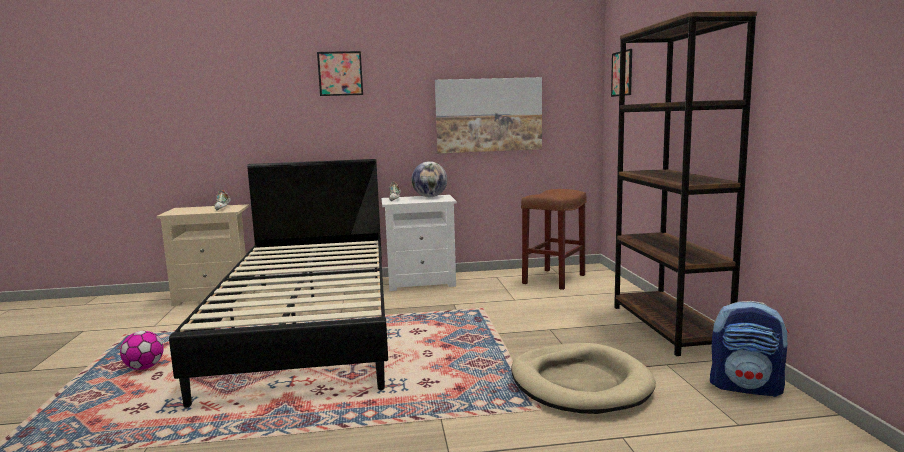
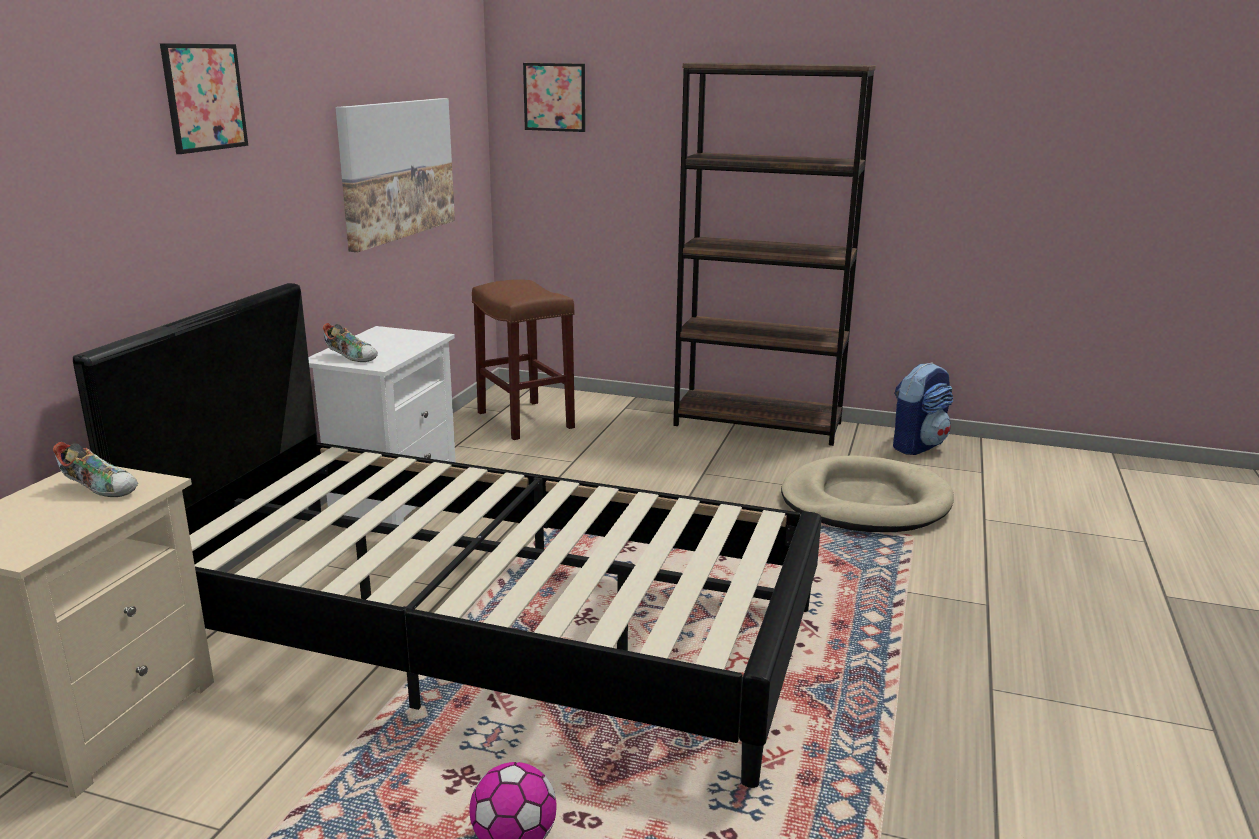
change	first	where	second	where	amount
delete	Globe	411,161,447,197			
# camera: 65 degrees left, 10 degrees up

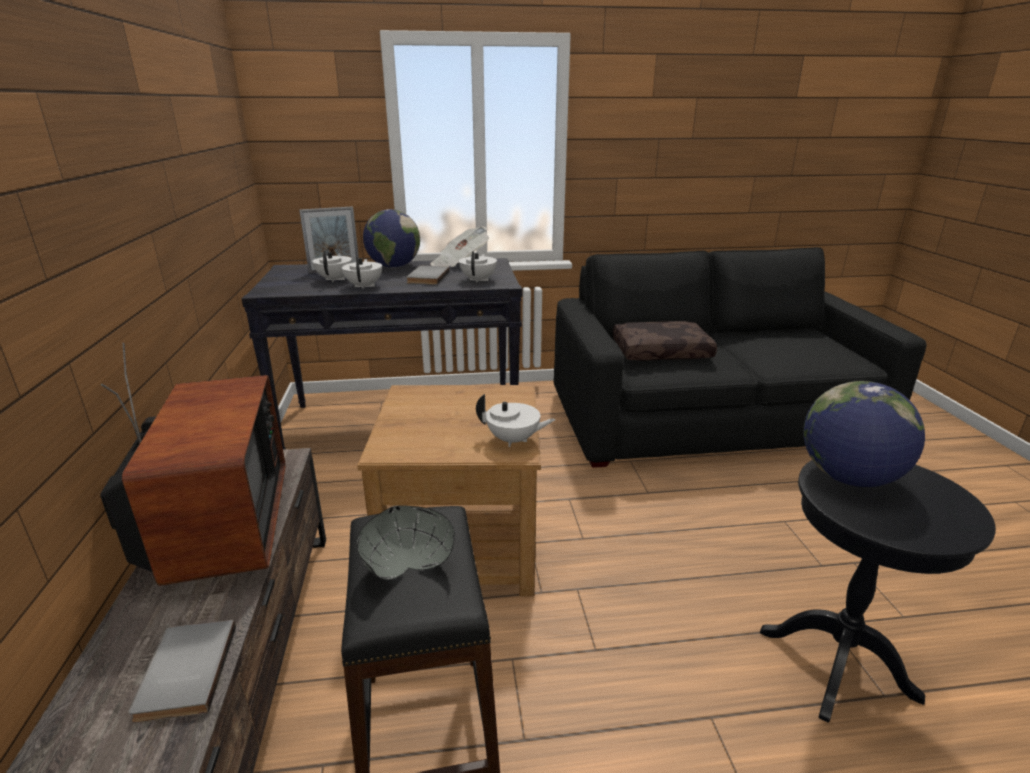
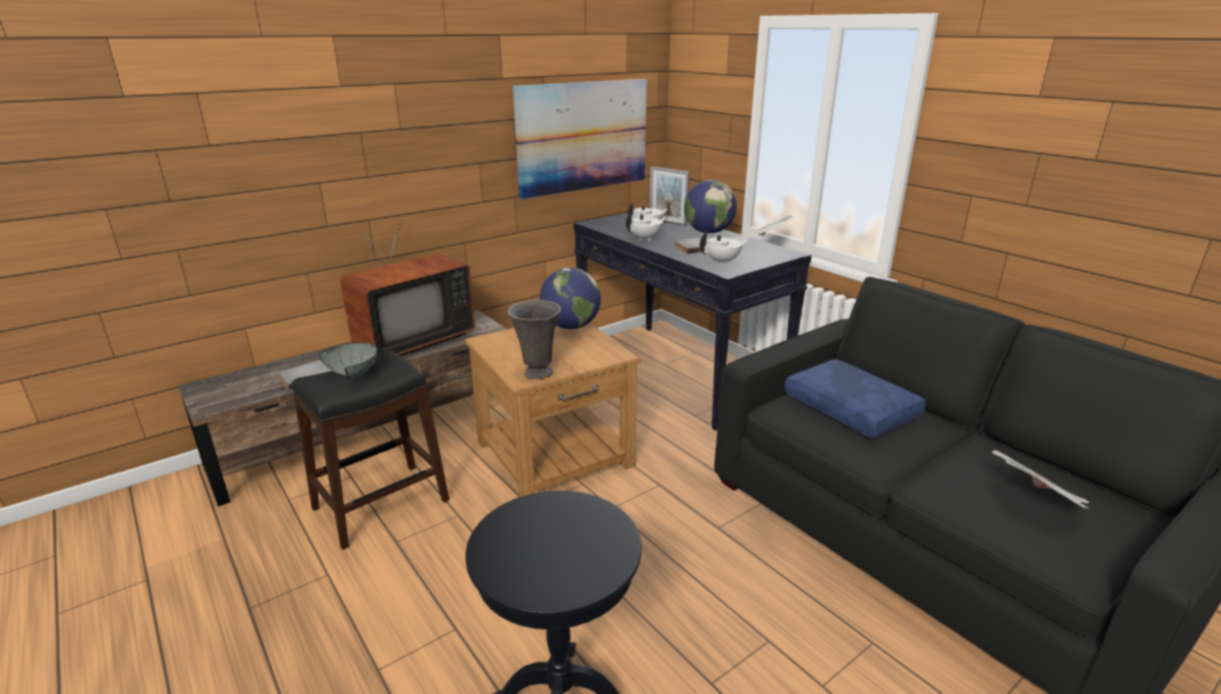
change	first	where	second	where	amount
replace	WhiteTeapot	476,394,555,447	GreyVase	507,300,561,379	
recolor	BrownPillow	613,321,717,361	BluePillow	785,359,925,438	
move	Globe	803,381,925,487		540,267,601,329	
insert			Picture	513,79,647,199	
insert			Newspaper	992,450,1089,509	
# camera: 60 degrees right, 0 degrees up

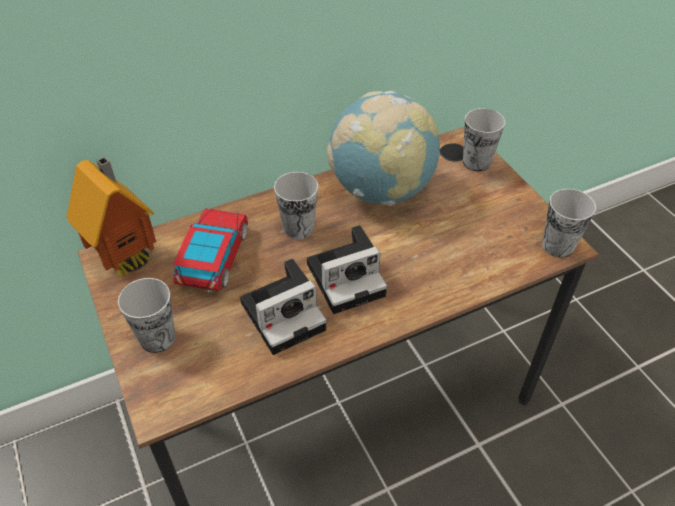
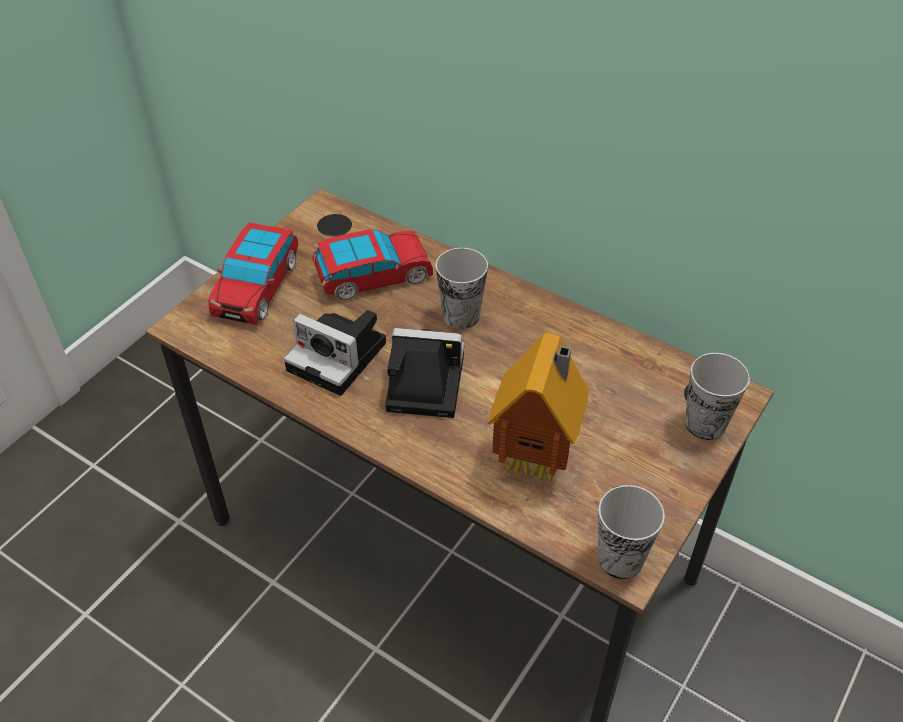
change	first	where	second	where	amount
move	ToyHouse	67,157,156,279		487,333,589,482	
replace	Cup	118,278,175,353	ToyCar	209,223,298,325	
rotate	PhotoCamera	307,225,387,314		385,328,464,418	150 degrees clockwise
delete	Globe	327,91,440,206			
# camera: 60 degrees right, 0 degrees up

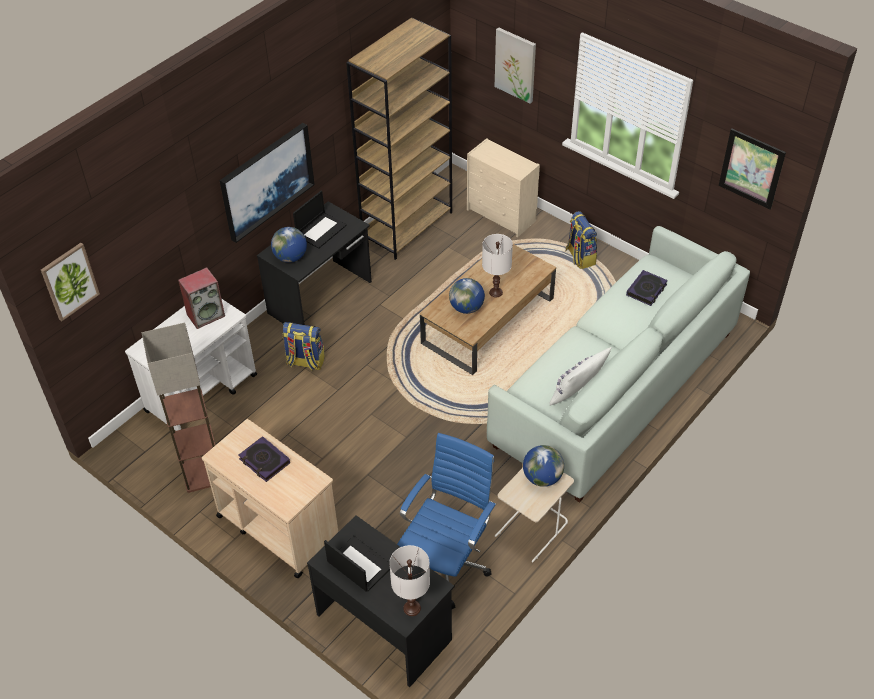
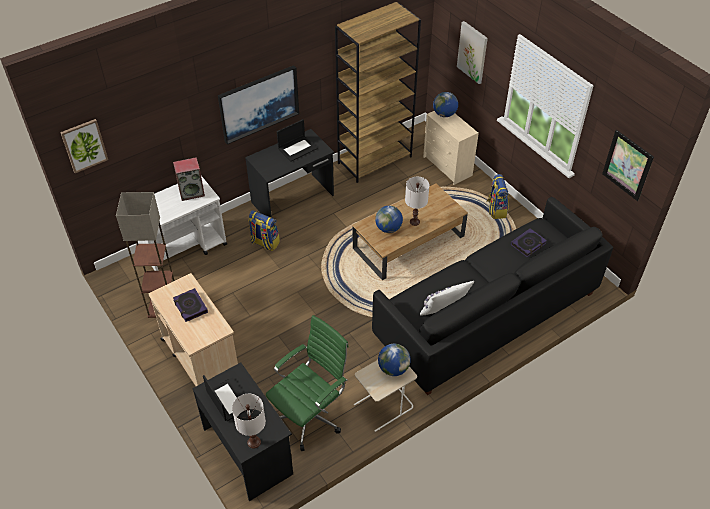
change	first	where	second	where	amount
move	Globe	271,227,307,263		433,92,458,117	
recolor	BlueOfficeChair	397,433,497,609	GreenOfficeChair	266,315,349,451	
recolor	WhiteSofa	487,226,750,503	BlackSofa	372,197,613,395	
# camera: 15 degrees right, 0 degrees up

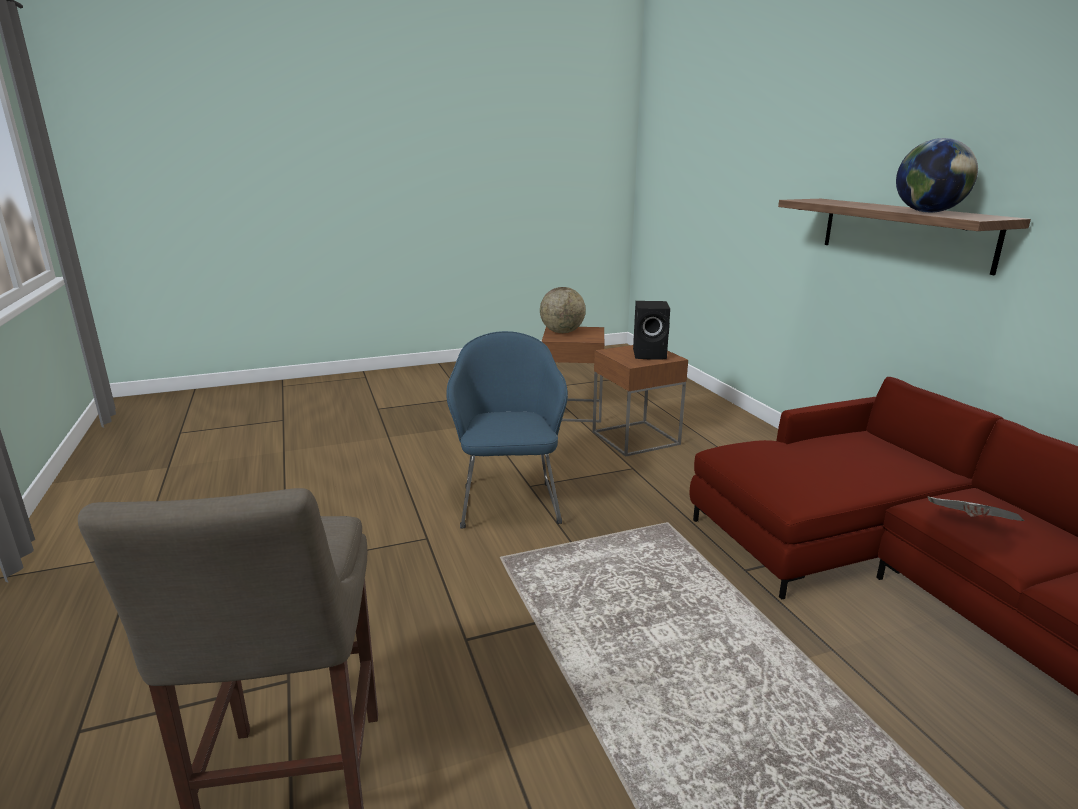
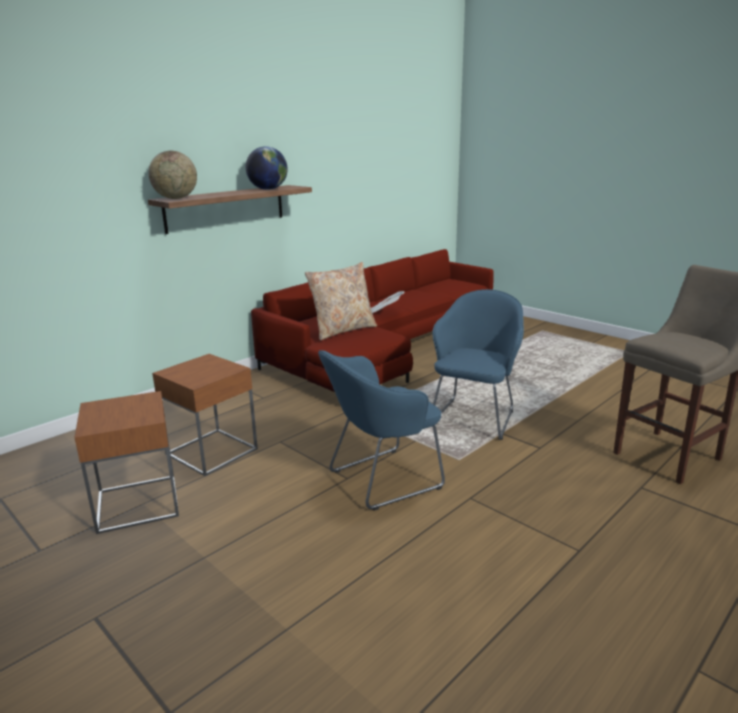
change	first	where	second	where	amount
move	Globe	540,287,586,333		148,151,197,199	
delete	BlackSpeaker	633,301,670,360			
insert			BeigePillow	305,262,377,340	
insert			BlueArmchair	432,289,524,440	
# camera: 115 degrees left, 0 degrees up

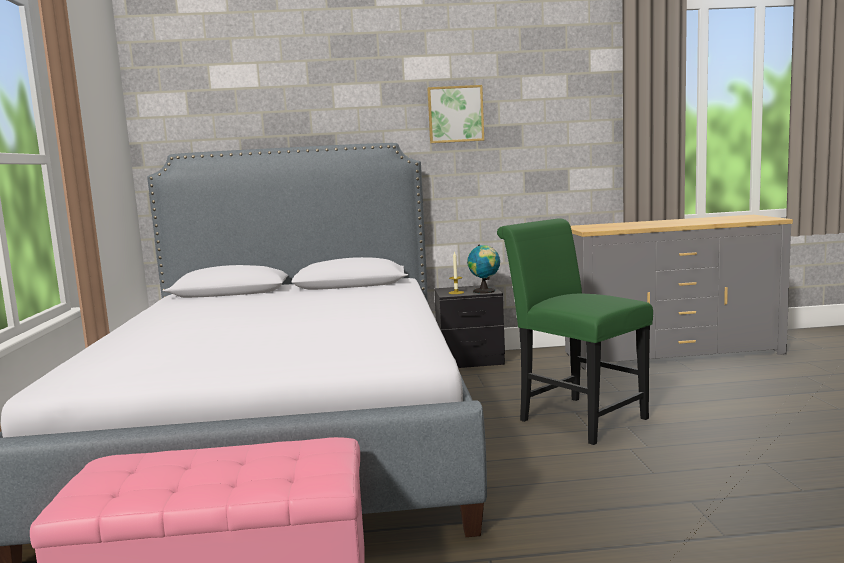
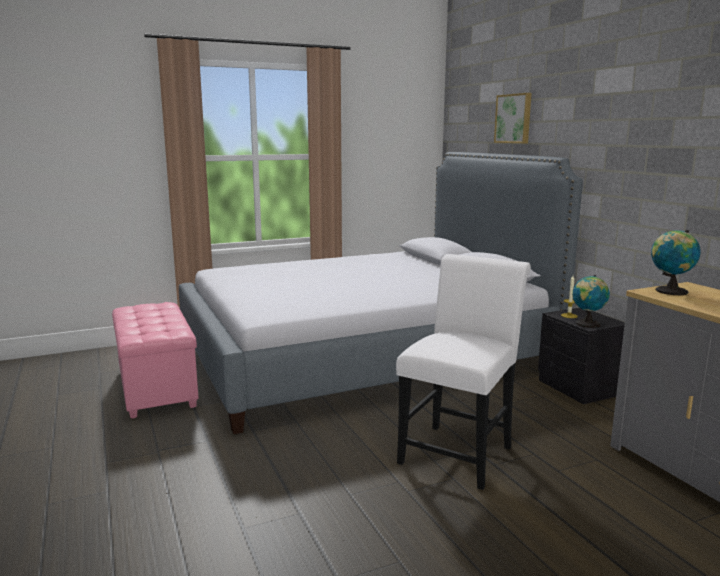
change	first	where	second	where	amount
move	Picture	427,85,484,143		494,93,532,143	
recolor	GreenChair	497,218,653,445	WhiteChair	396,254,531,490	
insert			Globe	651,230,701,295	
# camera: 70 degrees right, 5 degrees up

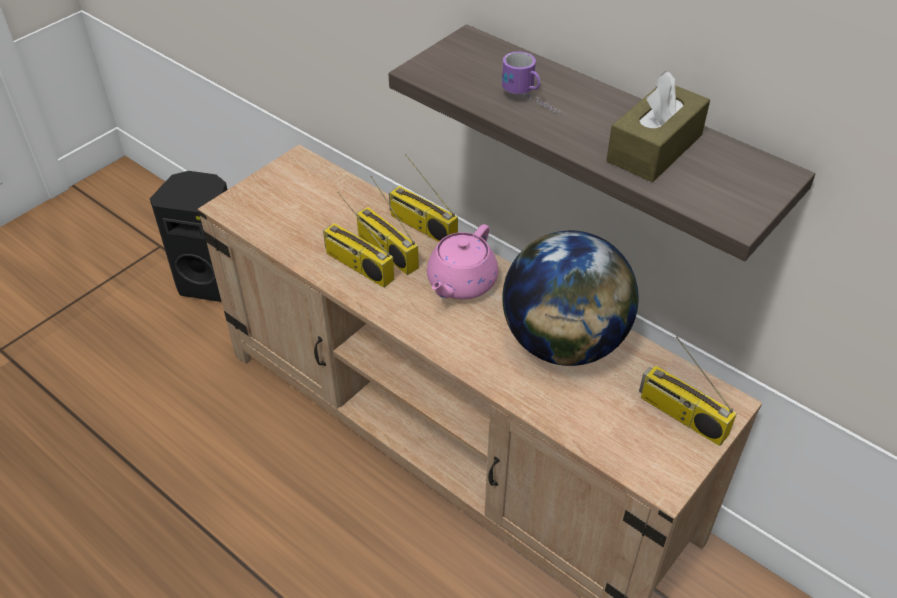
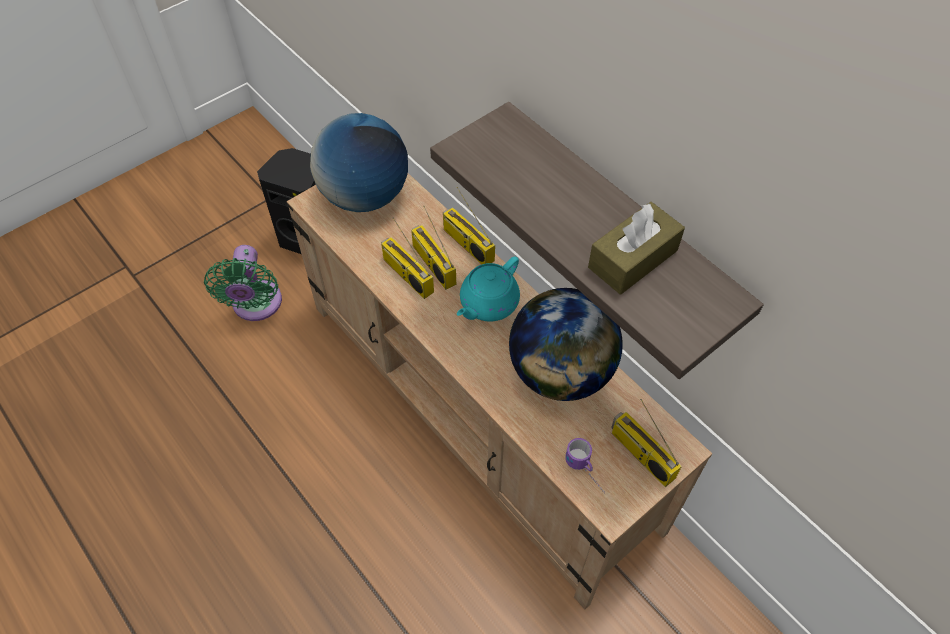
change	first	where	second	where	amount
recolor	PinkTeapot	427,224,498,299	TurquoiseTeapot	457,256,520,322	
move	Mug	502,51,561,115		565,438,605,493	
insert			GreenFan	204,245,282,321	
insert			Globe	310,113,408,212	
# camera: 10 degrees right, 10 degrees up

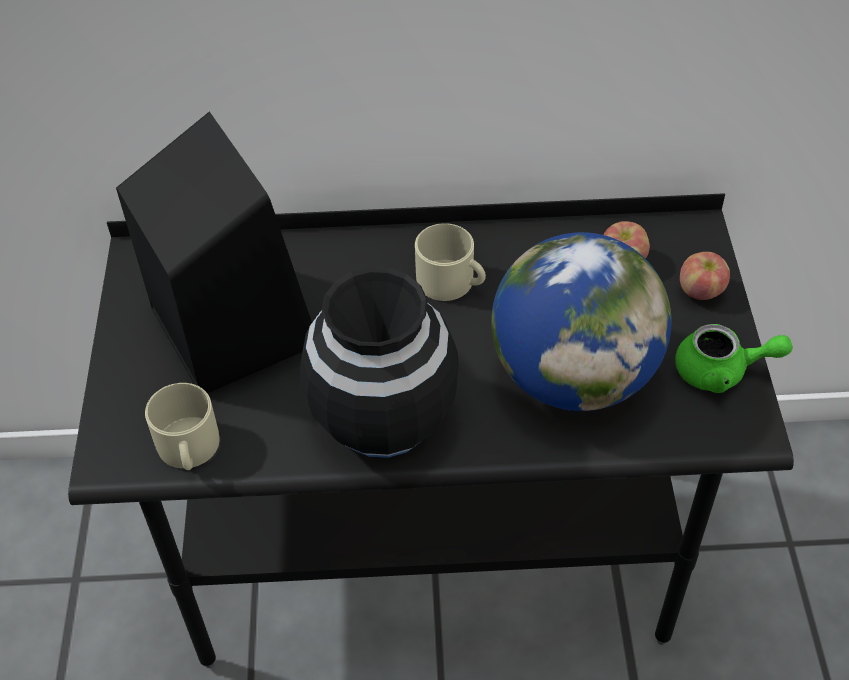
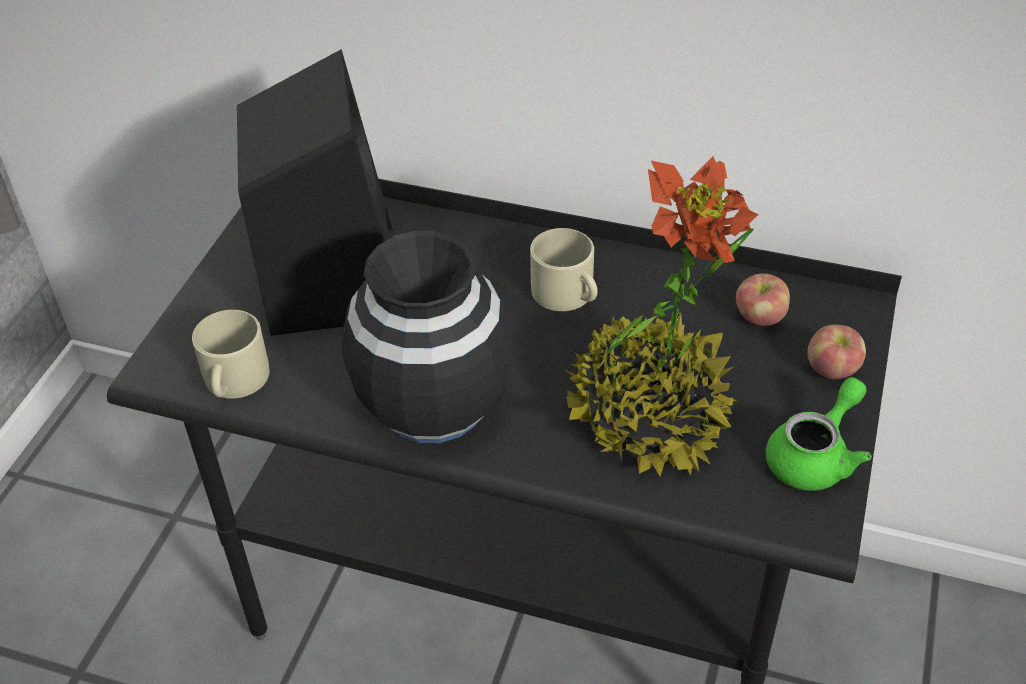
change	first	where	second	where	amount
replace	Globe	491,232,672,411	PottedPlant	564,156,758,476	
rotate	GreenTeapot	675,324,793,393		766,377,872,491	75 degrees counterclockwise
# camera: 20 degrees right, 5 degrees down

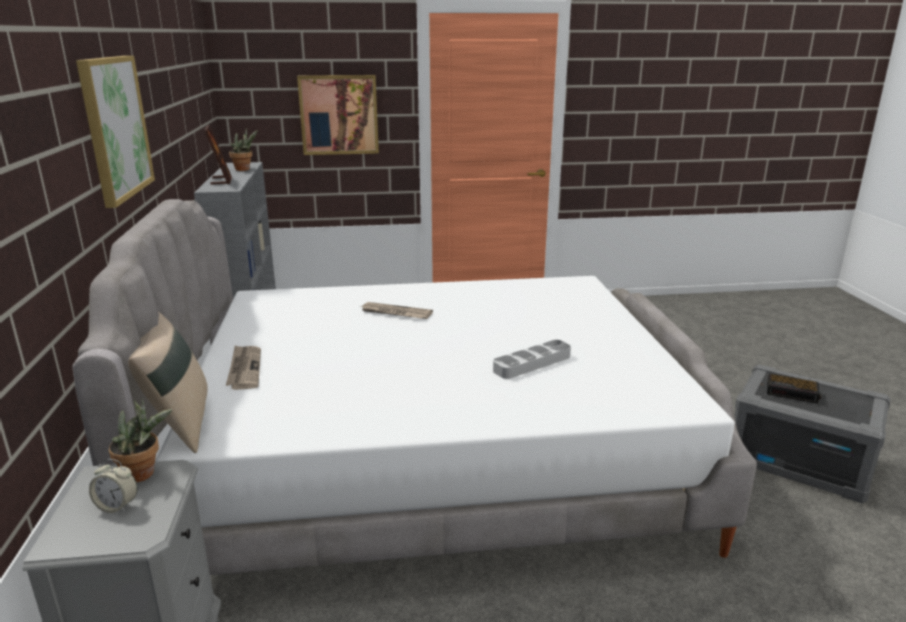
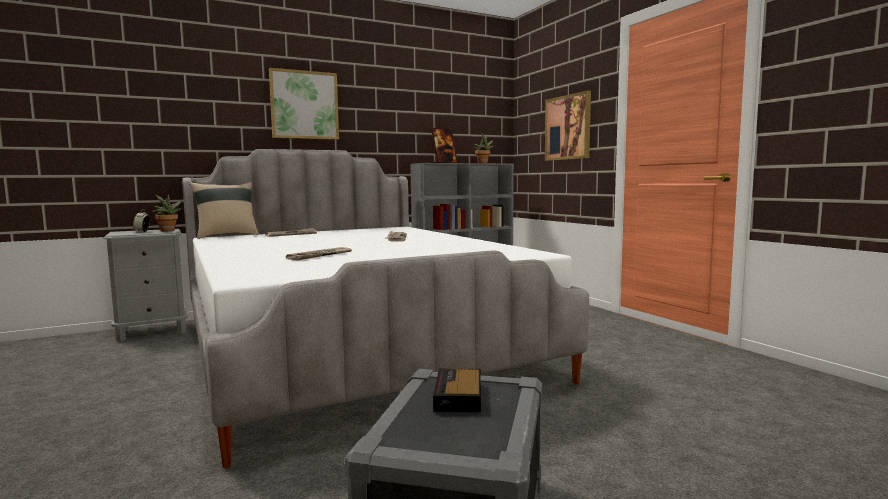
change	first	where	second	where	amount
replace	GreyTray	493,340,571,379	Newspaper	286,247,352,260	
# camera: 70 degrees right, 15 degrees down

